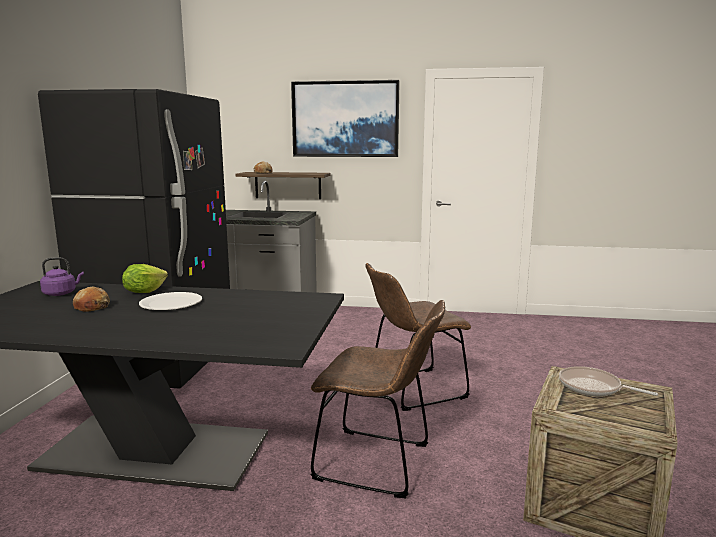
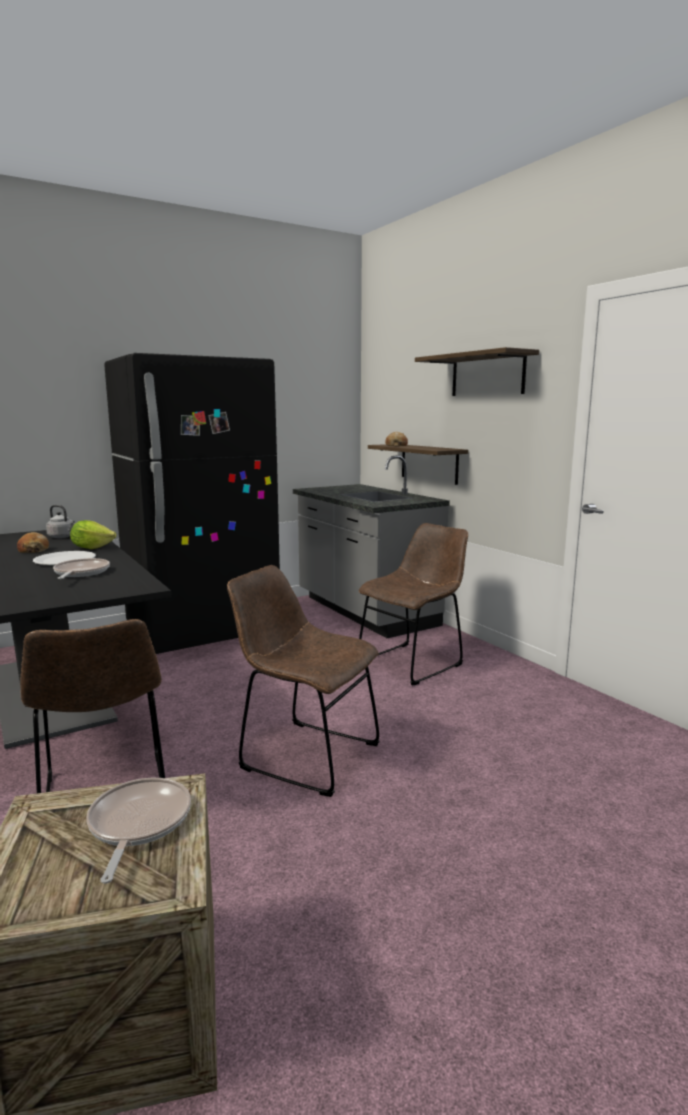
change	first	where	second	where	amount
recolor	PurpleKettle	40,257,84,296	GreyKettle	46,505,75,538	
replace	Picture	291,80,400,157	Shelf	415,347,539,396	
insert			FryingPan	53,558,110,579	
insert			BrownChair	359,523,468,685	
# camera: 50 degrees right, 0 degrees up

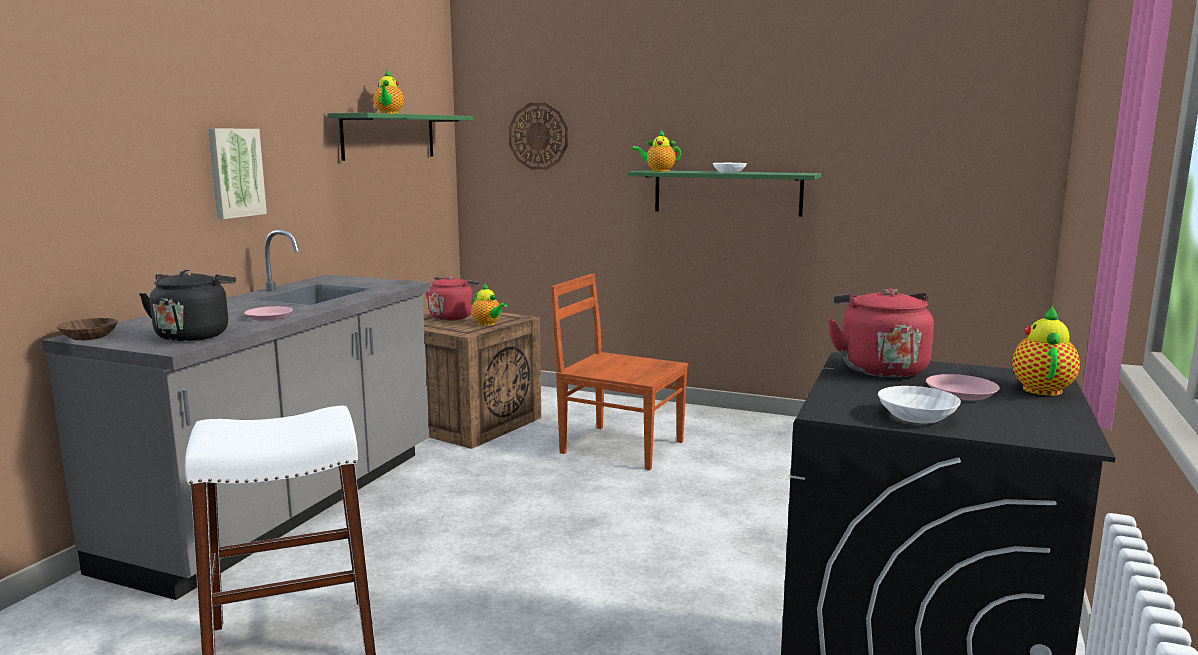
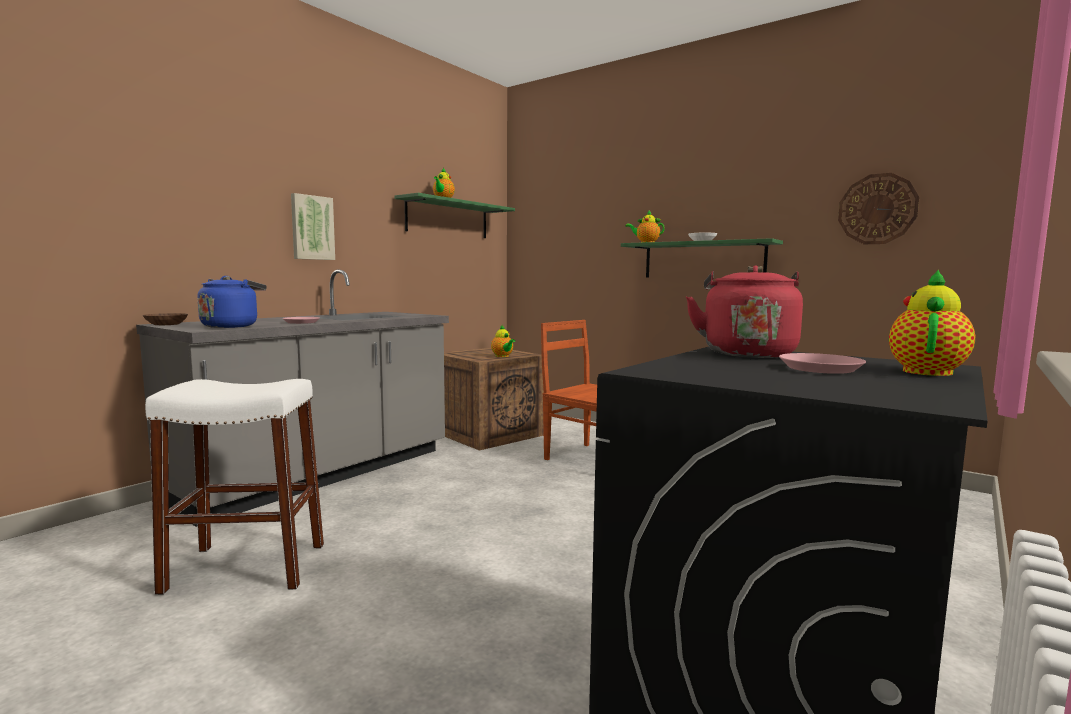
change	first	where	second	where	amount
recolor	BlackKettle	139,270,236,341	BlueKettle	197,276,267,328	
delete	RedKettle	426,276,480,320			
move	WallClock	509,103,568,170		838,173,919,244	
delete	WhiteBowl	878,386,961,423			
# camera: 15 degrees right, 5 degrees down

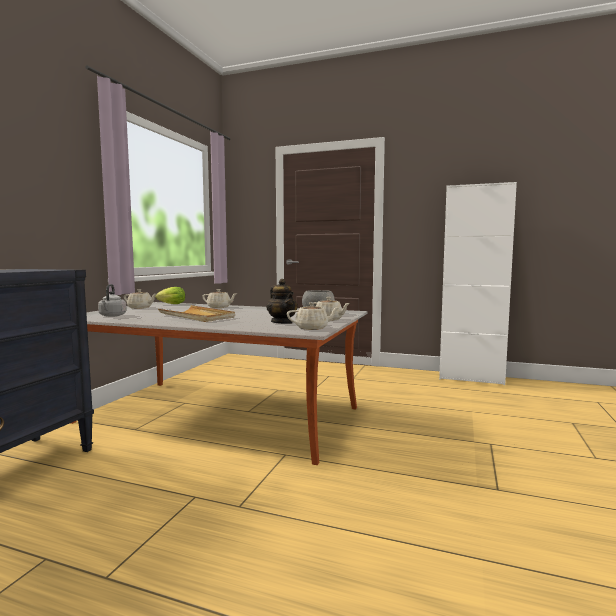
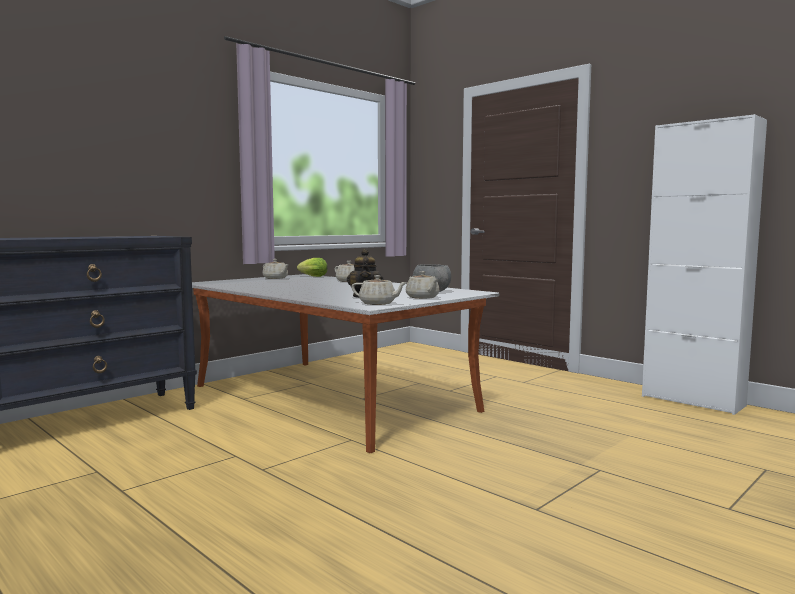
change	first	where	second	where	amount
delete	GreyKettle	98,284,127,317			
delete	BeigeTray	158,305,235,322			
# camera: 25 degrees right, 0 degrees up

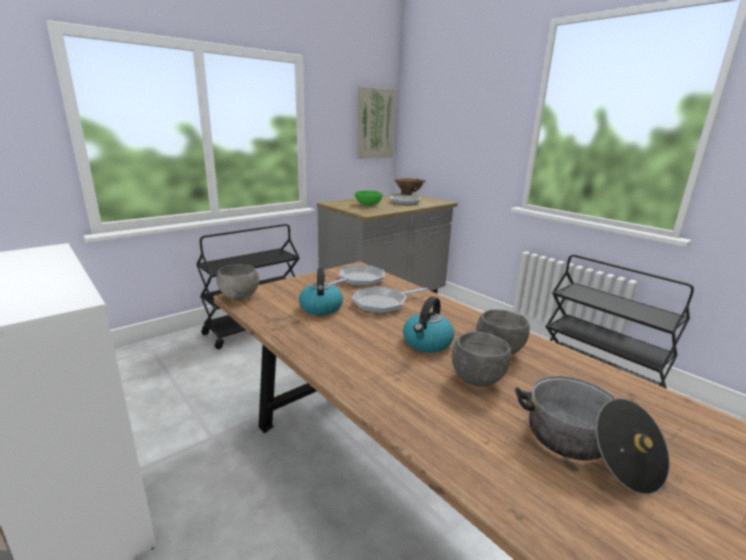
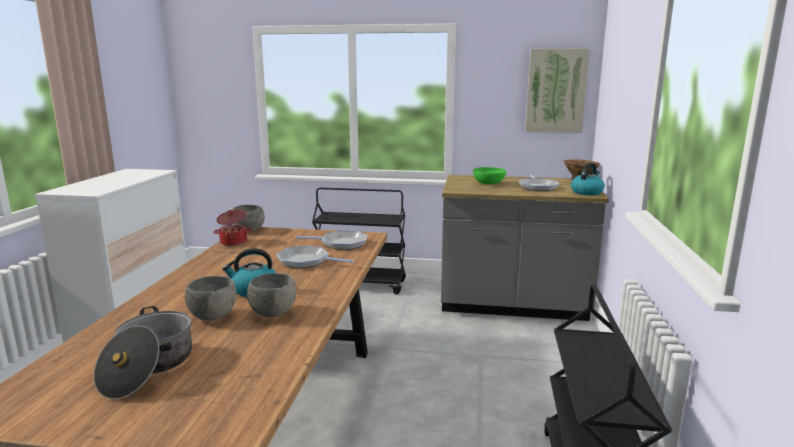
change	first	where	second	where	amount
move	Kettle	299,268,343,315		571,162,605,195	
insert			CookingPot	213,209,252,246	
# camera: 50 degrees right, 5 degrees down

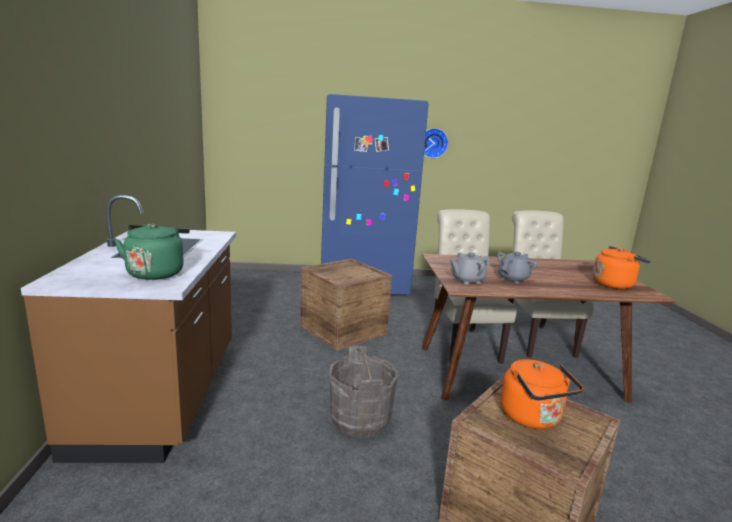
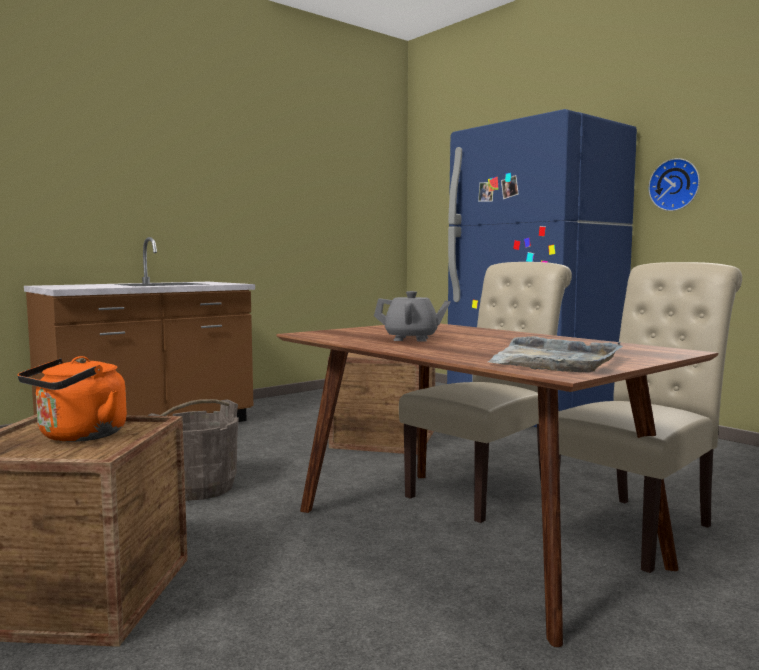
change	first	where	second	where	amount
delete	GreenKettle	114,223,190,280			
delete	GreyTeapot	450,252,490,285			
replace	OrangeKettle	592,246,651,289	GreyTray	487,336,623,372	
# camera: 55 degrees right, 10 degrees down

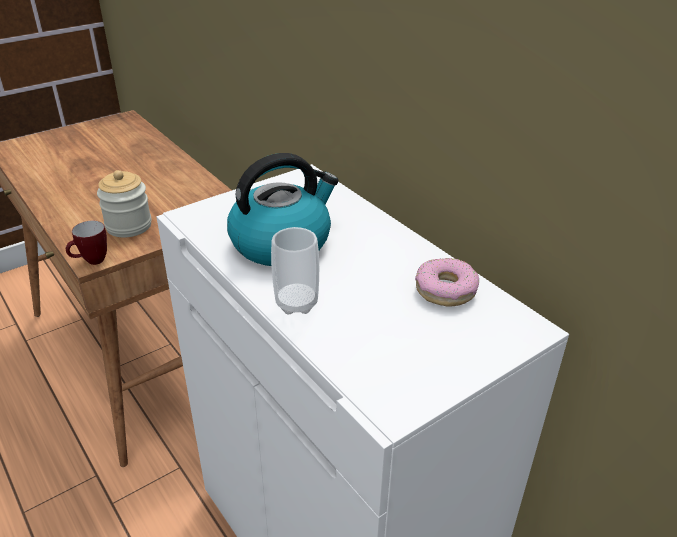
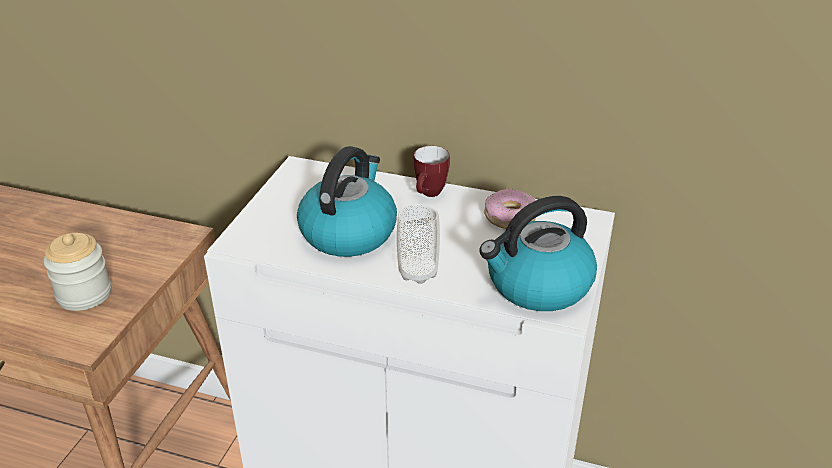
change	first	where	second	where	amount
move	Mug	66,221,107,265		414,146,450,197	
insert			Kettle	479,196,597,311	
# camera: 35 degrees left, 0 degrees up

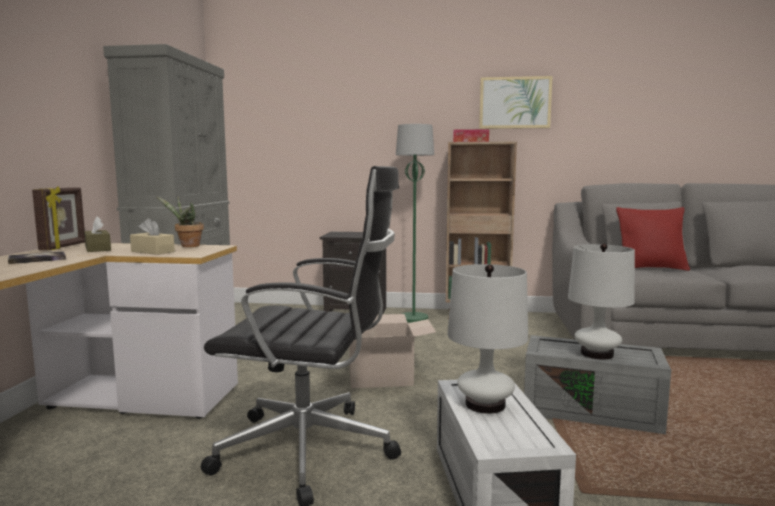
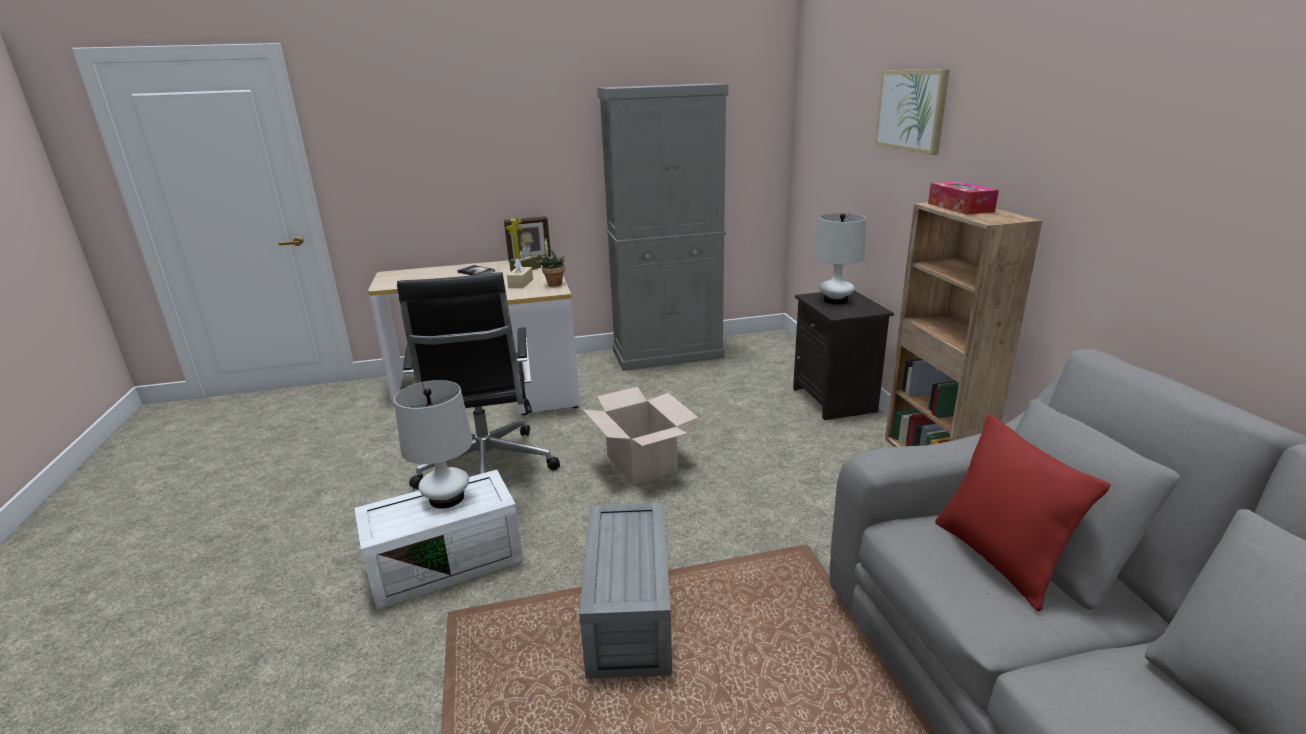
change	first	where	second	where	amount
delete	GreenFloorLamp	396,124,434,323			
move	Picture	479,76,553,129		875,69,950,155	
move	WhiteTableLamp	568,243,635,360		814,213,866,304	
# camera: 70 degrees right, 15 degrees up

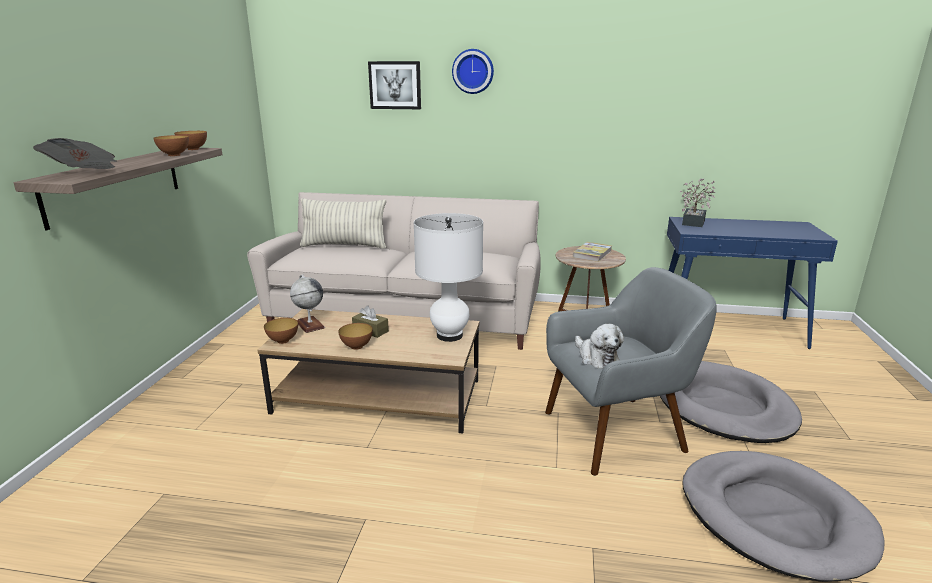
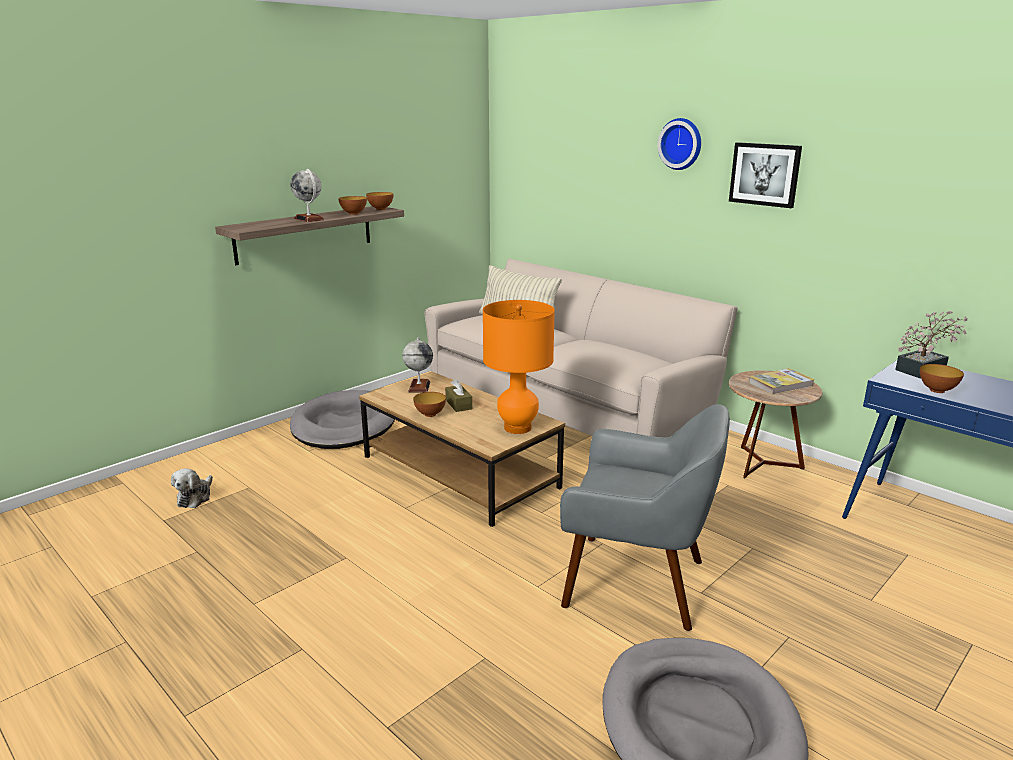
change	first	where	second	where	amount
delete	Newspaper	33,138,117,169			
move	Bowl	264,318,298,344		920,364,964,393	
move	Picture	368,61,421,109		729,142,802,208	
recolor	WhiteTableLamp	414,213,483,342	OrangeTableLamp	483,300,555,434	
move	PlushToy	575,324,624,369		171,468,213,508	
move	GreyDogBed	660,361,802,443		290,390,395,449	
insert			Globe	290,169,324,222	
# camera: 35 degrees right, 0 degrees up

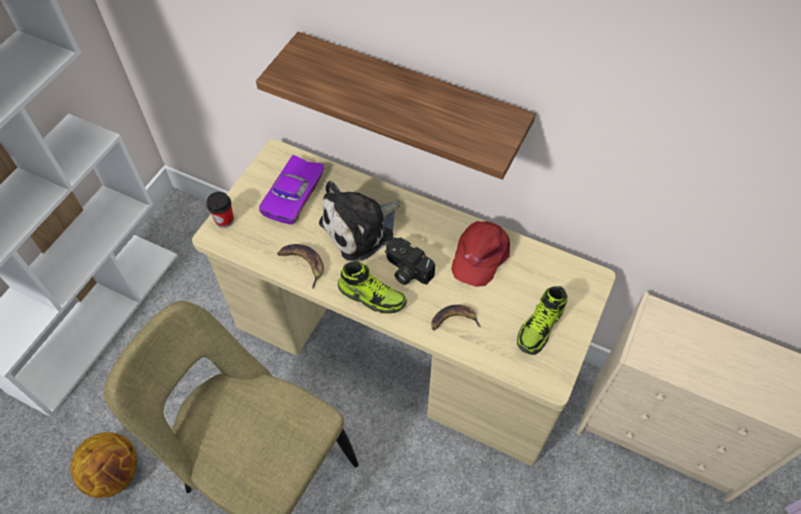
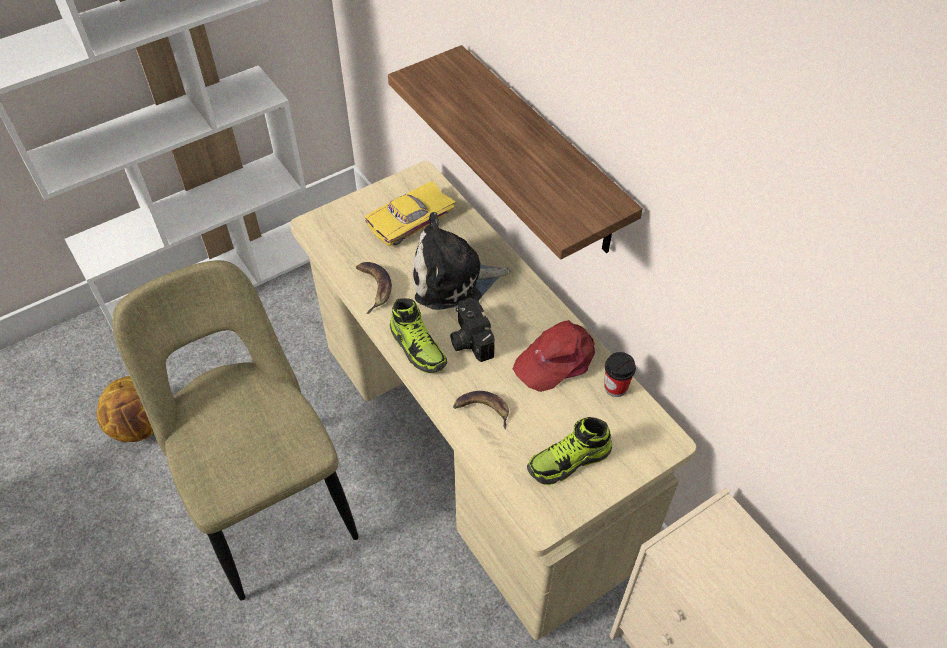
change	first	where	second	where	amount
move	Cup	206,192,234,228		604,352,636,397	
recolor	PurpleToyCar	259,155,324,224	YellowToyCar	365,181,456,246	
# camera: 30 degrees right, 5 degrees down

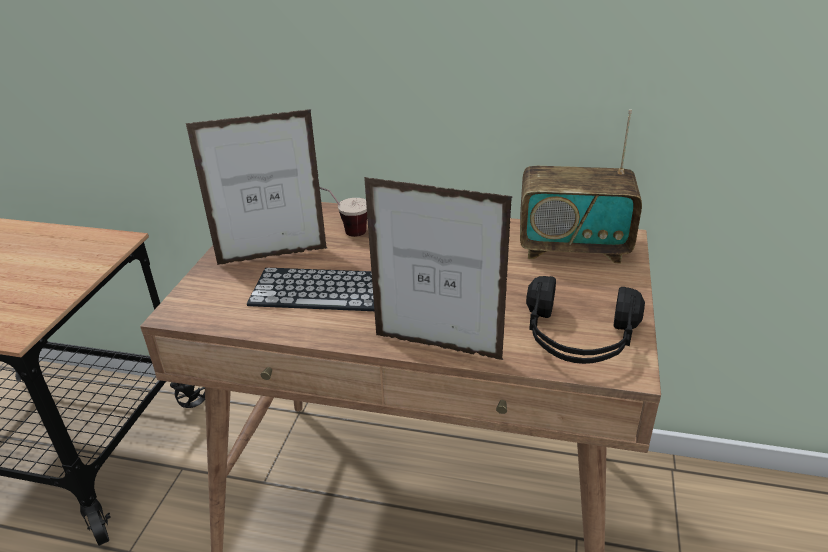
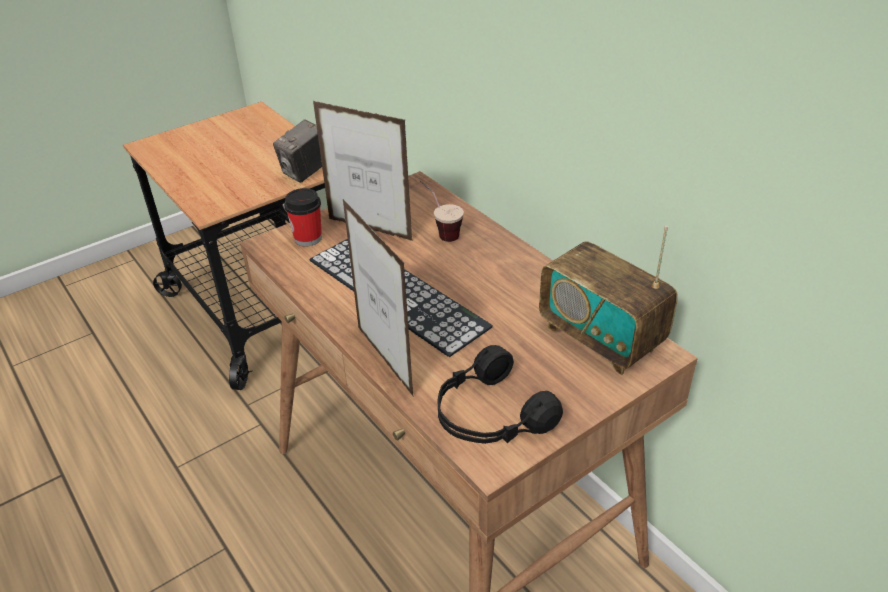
change	first	where	second	where	amount
insert			PhotoCamera	273,119,322,183	
insert			Cup	284,188,322,247	
# camera: 40 degrees right, 5 degrees up

